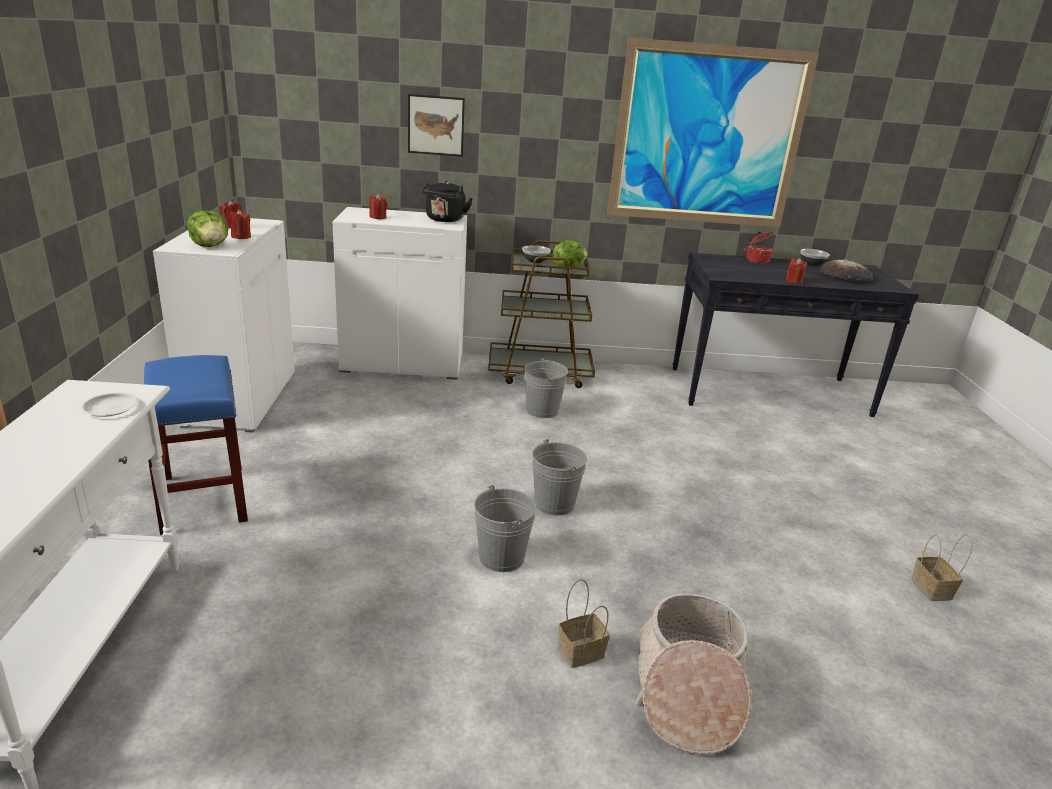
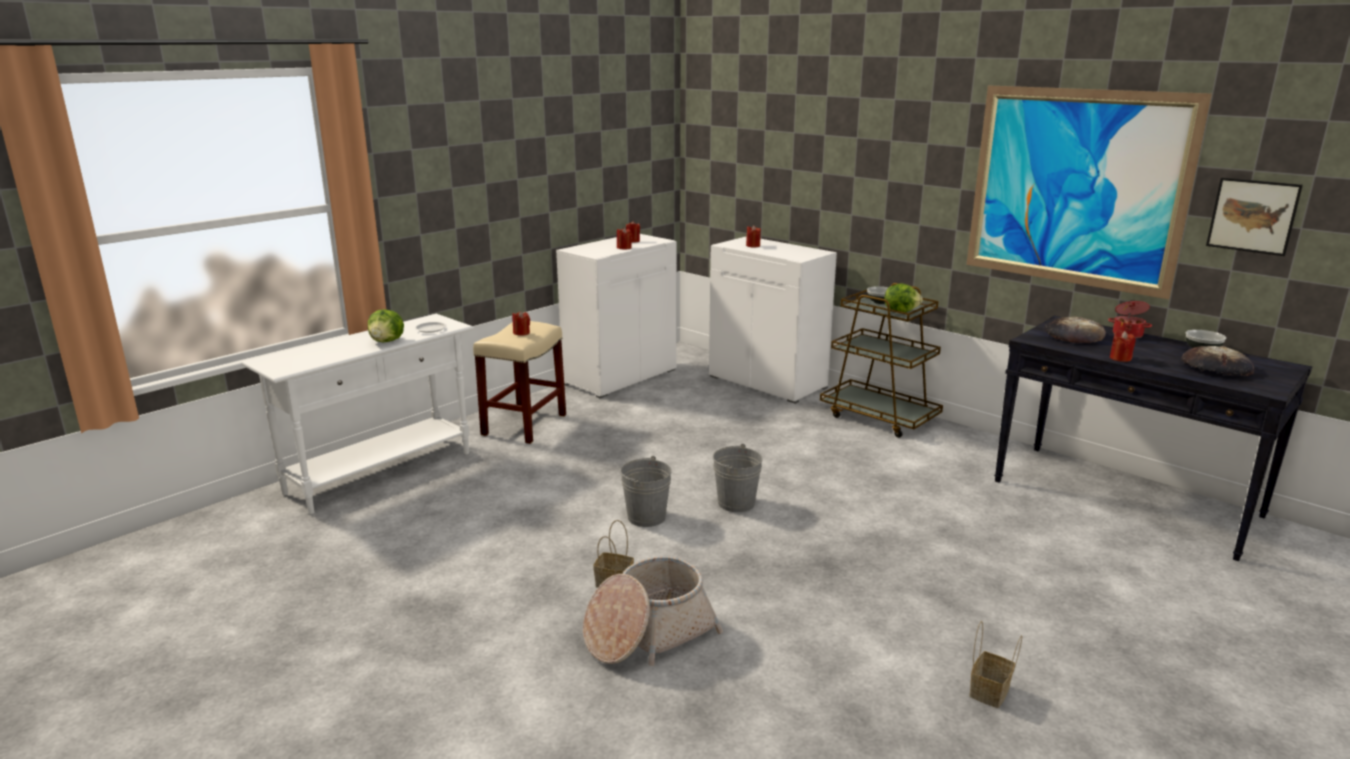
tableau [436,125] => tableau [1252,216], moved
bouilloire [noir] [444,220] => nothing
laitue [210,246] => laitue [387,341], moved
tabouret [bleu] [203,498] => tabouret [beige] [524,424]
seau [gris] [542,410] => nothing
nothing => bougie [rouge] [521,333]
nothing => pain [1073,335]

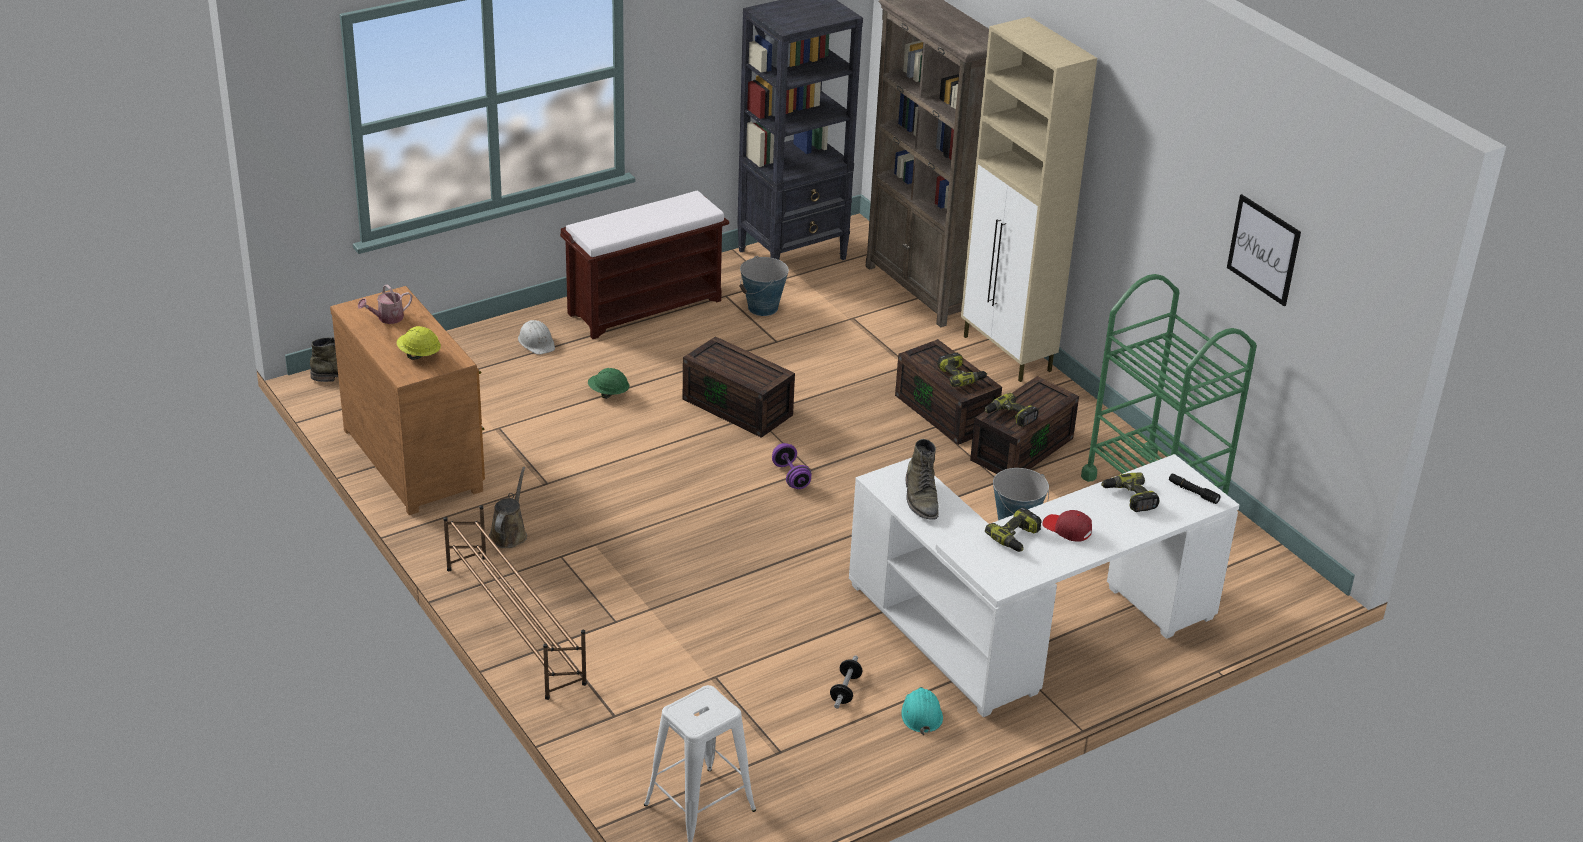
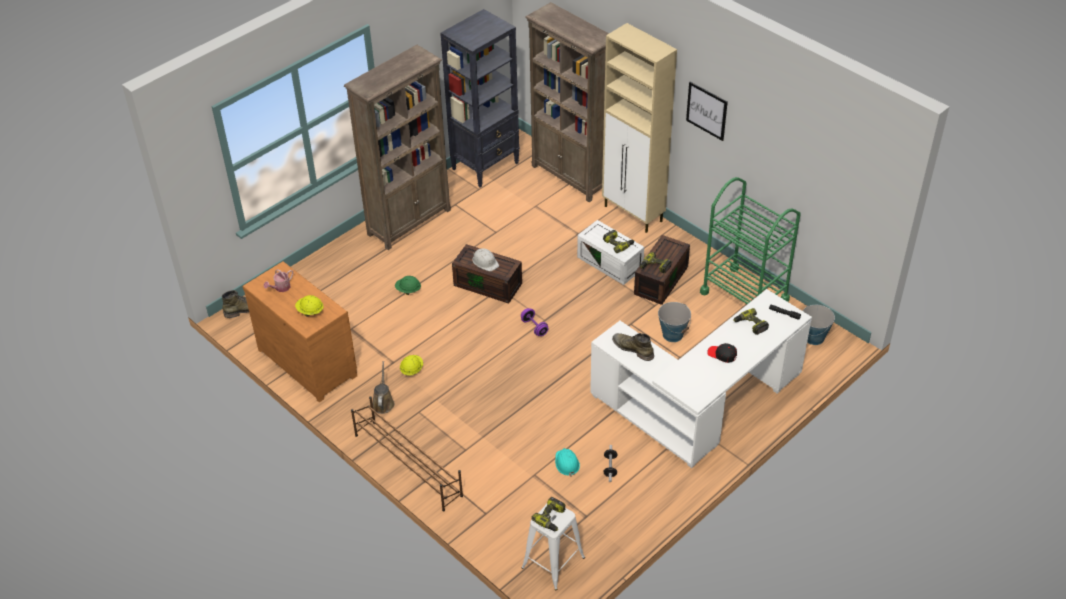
banc [marron] [646,306] => bibliothèque [marron] [409,222]
tableau [1263,249] => tableau [706,110], moved
seau [763,308] => seau [814,337], moved
casque de chantier [blanc] [536,342] => casque de chantier [blanc] [485,262], moved
boîte de rangement [marron] [948,412] => boîte de rangement [blanc] [611,263]
botte [vert] [921,498] => botte [vert] [633,348], 150 degrees clockwise
perceuse [1016,538] => perceuse [551,518], moved
casquette [rouge] [1067,529] => casquette [noir] [722,354]
casque de chantier [turquoise] [921,714] => casque de chantier [turquoise] [566,463], moved
nothing => casque de chantier [jaune] [411,370]

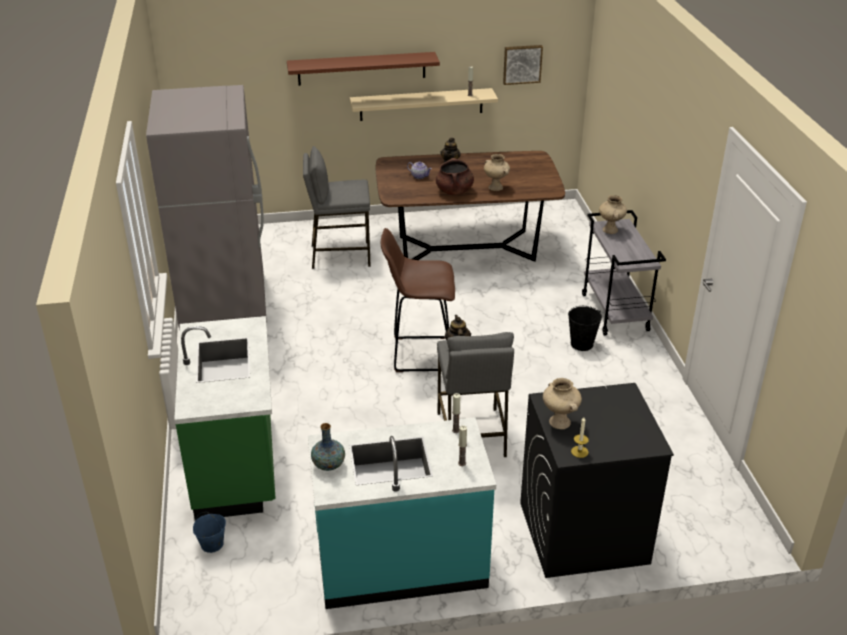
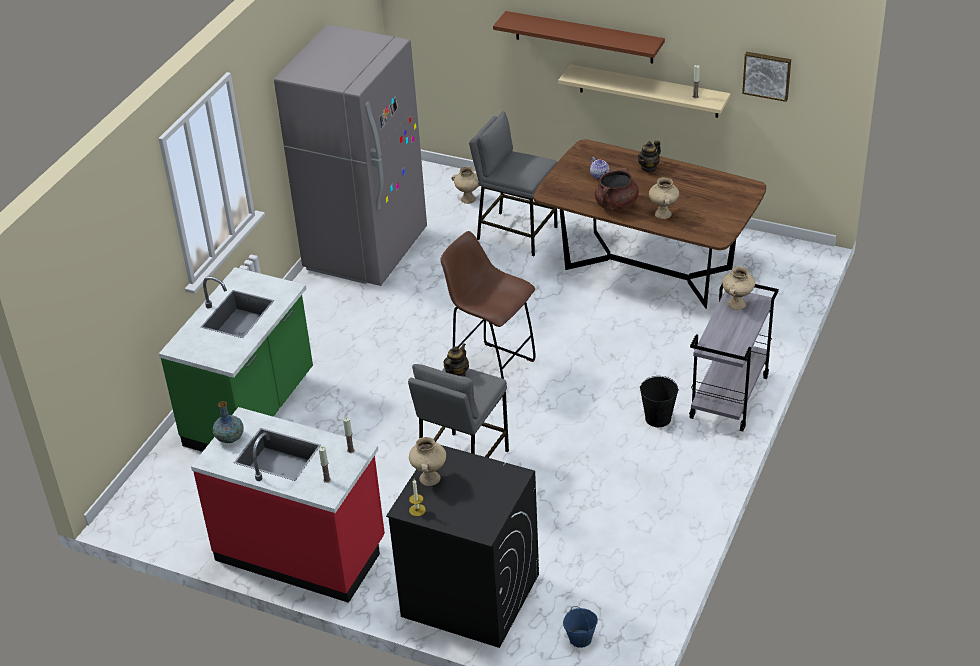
comptoir de cuisine [turquoise] [401,562] => comptoir de cuisine [rouge] [301,550]
seau [bleu] [212,544] => seau [bleu] [580,639], moved
nothing => vase [beige] [468,199]

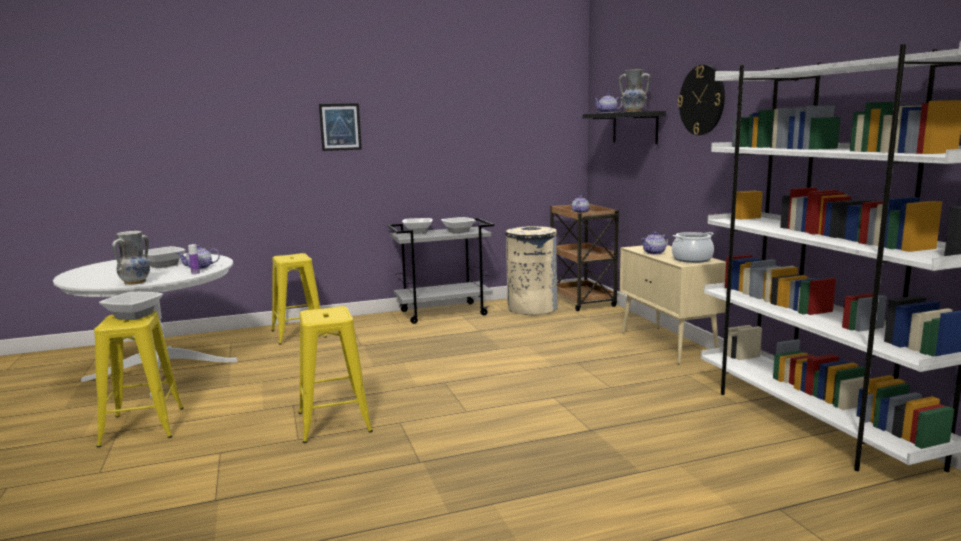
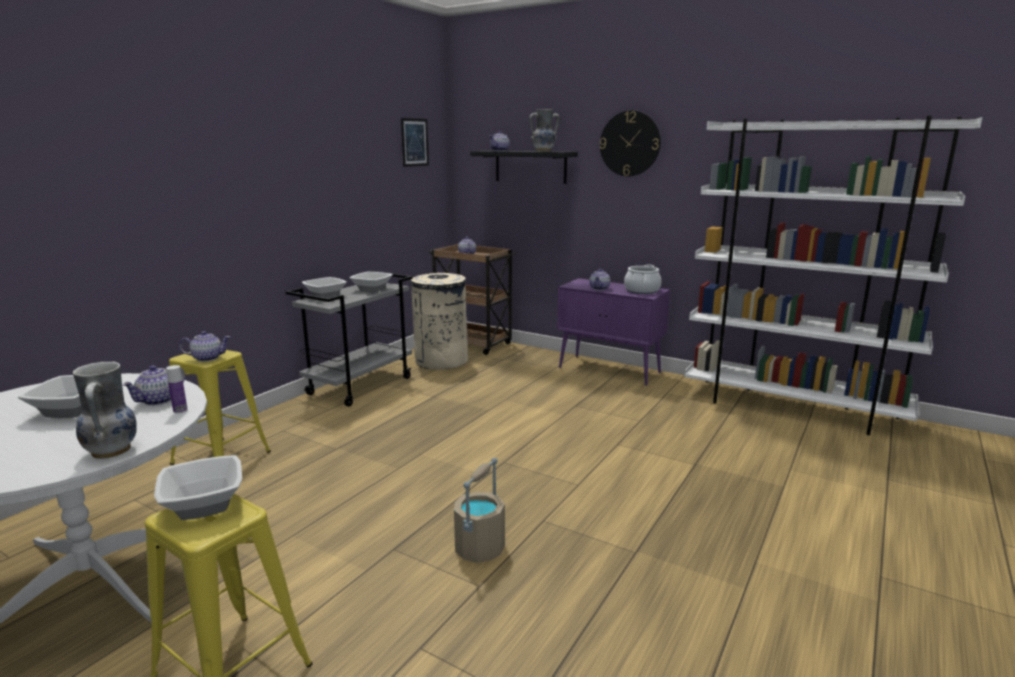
tableau [340,127] => tableau [414,142], moved
meuble de rangement [beige] [668,345] => meuble de rangement [violet] [610,370]
tabouret [jaune] [334,422] => seau [beige] [479,548]
nothing => théière [207,358]

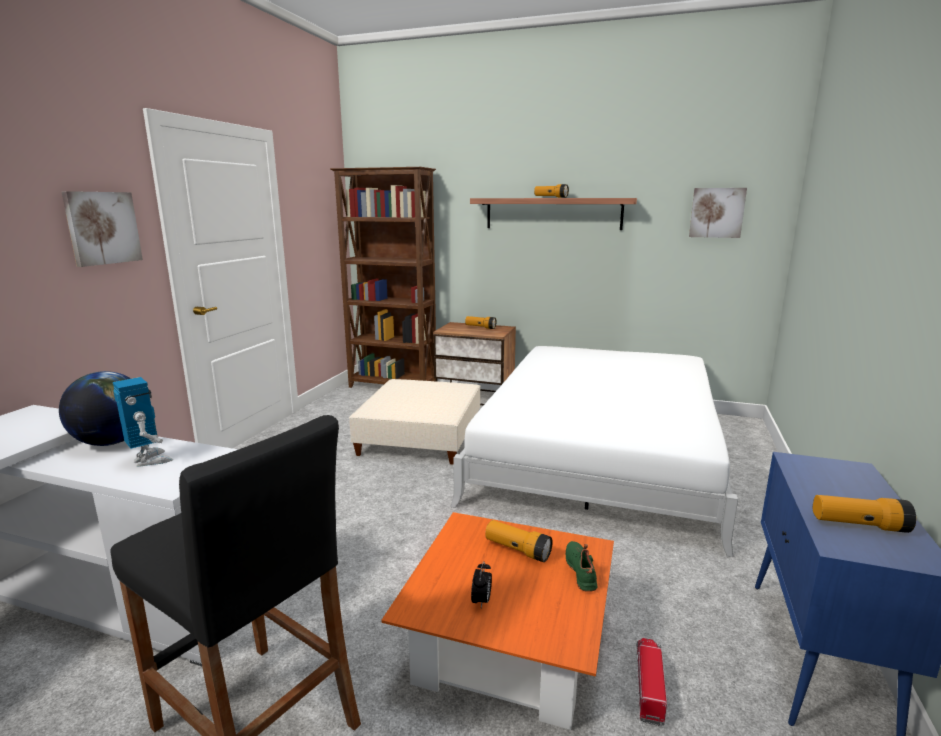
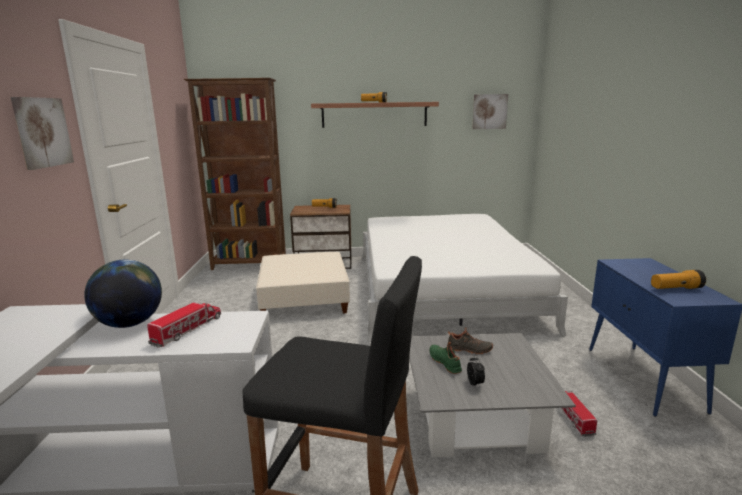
robot jouet [149,460] => camion jouet [188,330]
table basse [orange] [508,646] => table basse [gris] [475,418]
lampe de poche [517,550] => chaussure [noir] [469,350]
chaussure [vert] [582,571] => chaussure [vert] [445,362], moved

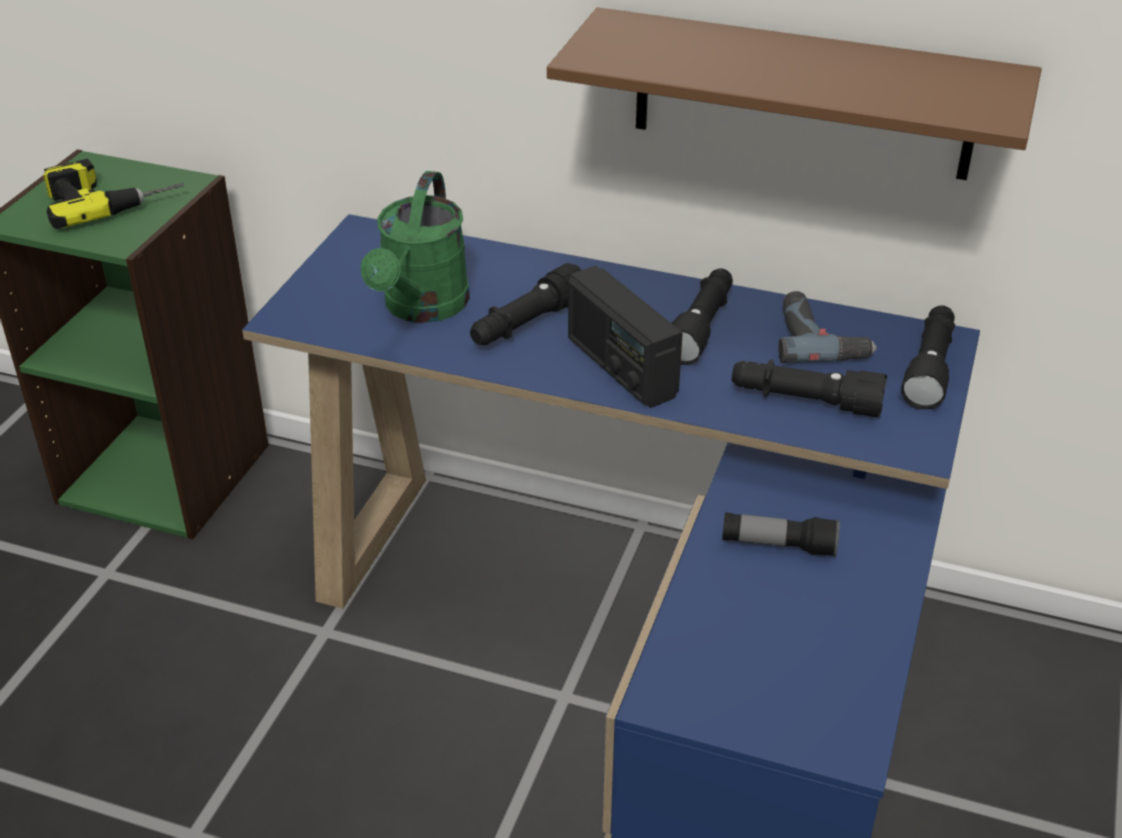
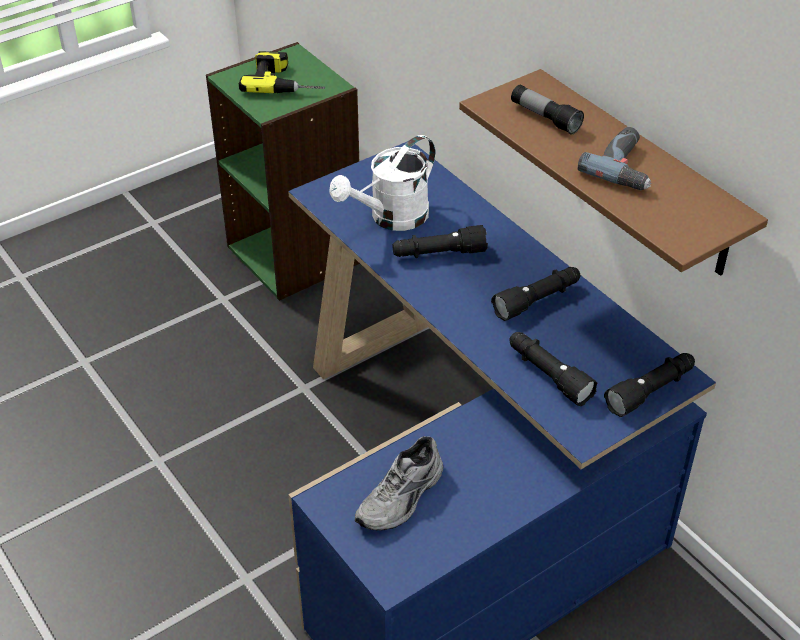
arrosoir [vert] [422,308] => arrosoir [blanc] [391,218]
radio [620,367] => nothing
perceuse [819,338] => perceuse [626,167], moved
lampe de poche [778,545] => lampe de poche [545,118], moved
nothing => chaussure [gris] [402,498]

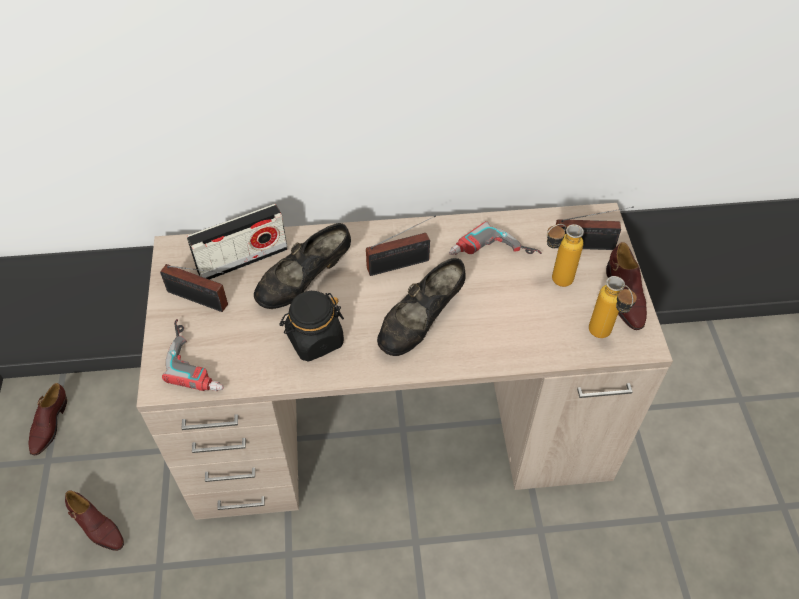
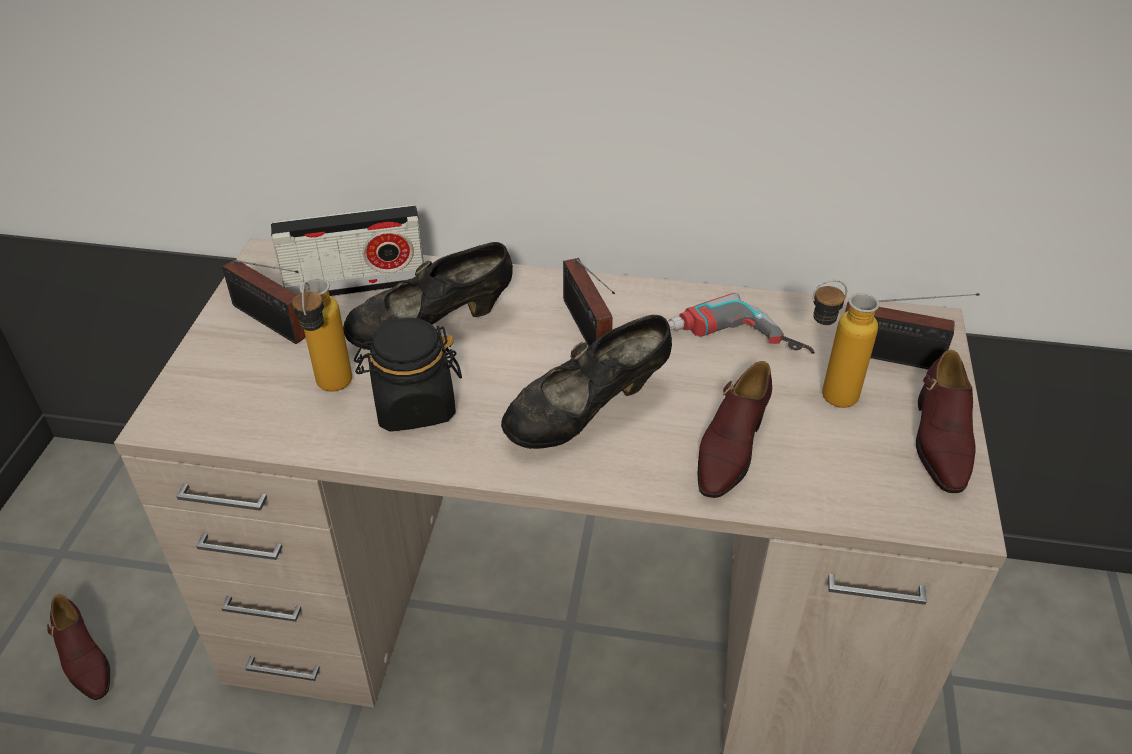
radio [401,264] => radio [587,331], 75 degrees clockwise
bouteille [603,337] => bouteille [332,391], moved
perceuse [199,359] => nothing
chaussure [marron] [49,425] => chaussure [marron] [730,447], moved

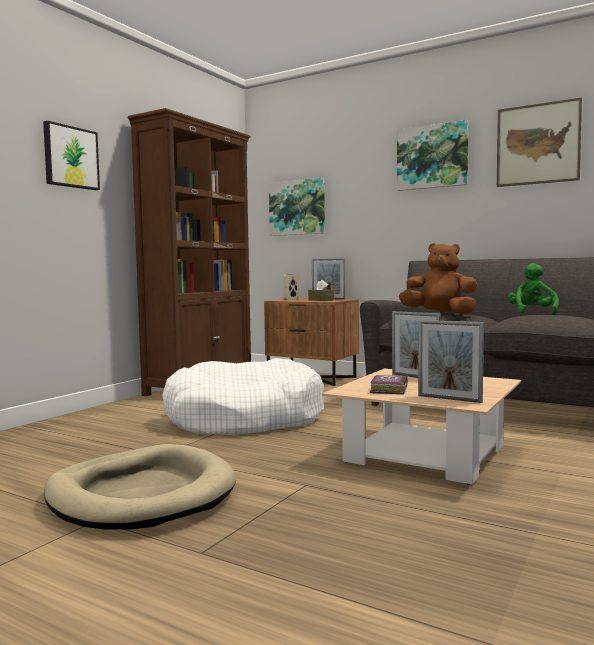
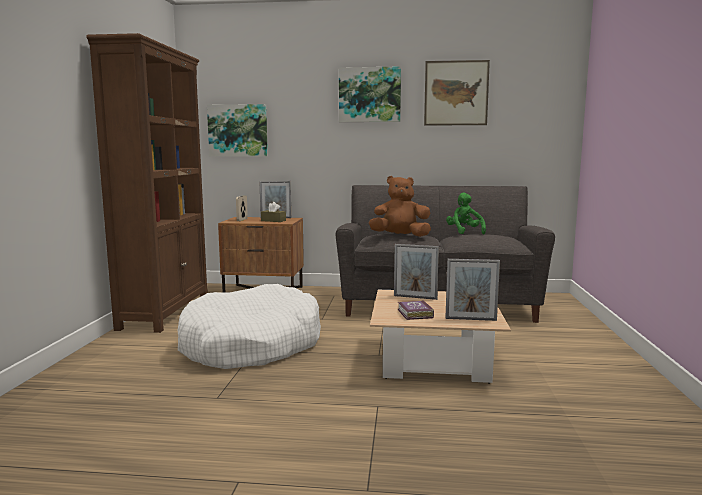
tableau [70,157] => nothing
panier pour chien [beige] [141,494] => nothing

